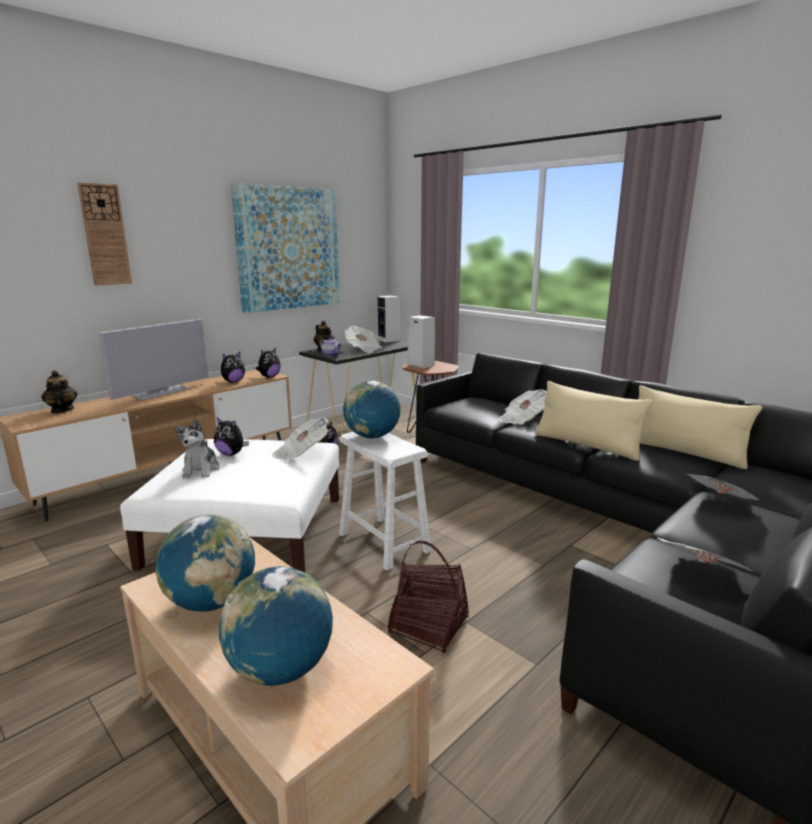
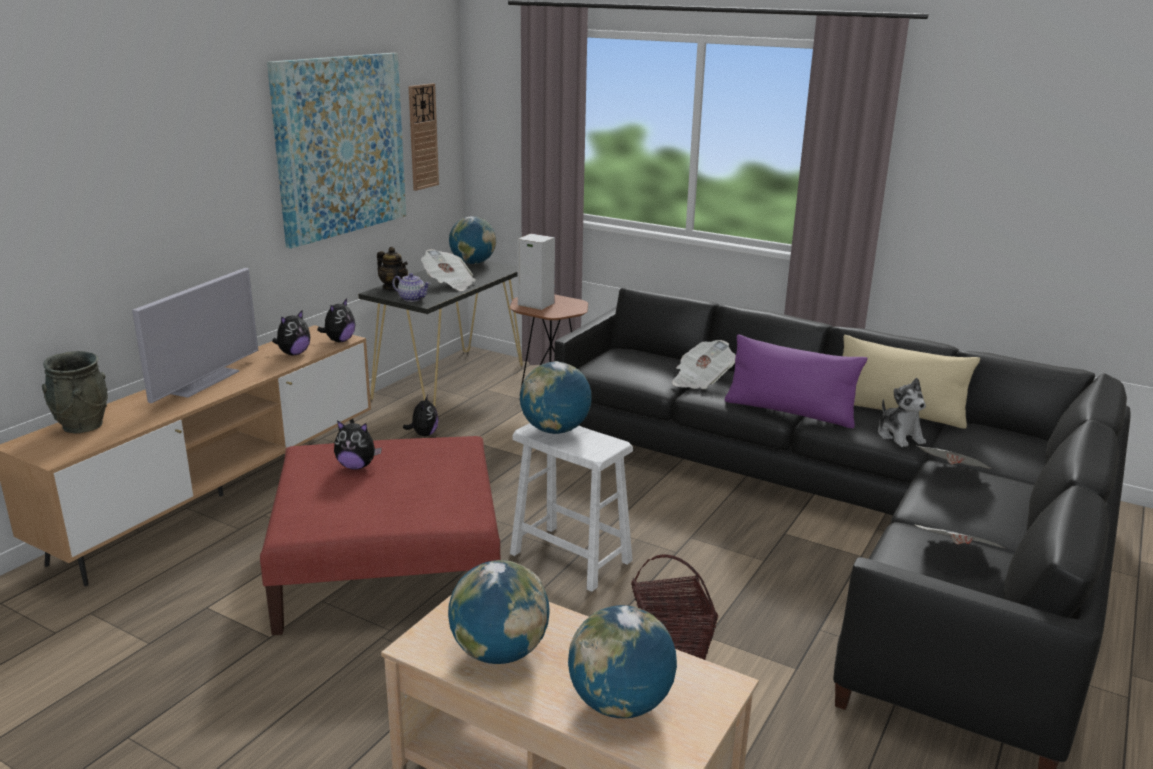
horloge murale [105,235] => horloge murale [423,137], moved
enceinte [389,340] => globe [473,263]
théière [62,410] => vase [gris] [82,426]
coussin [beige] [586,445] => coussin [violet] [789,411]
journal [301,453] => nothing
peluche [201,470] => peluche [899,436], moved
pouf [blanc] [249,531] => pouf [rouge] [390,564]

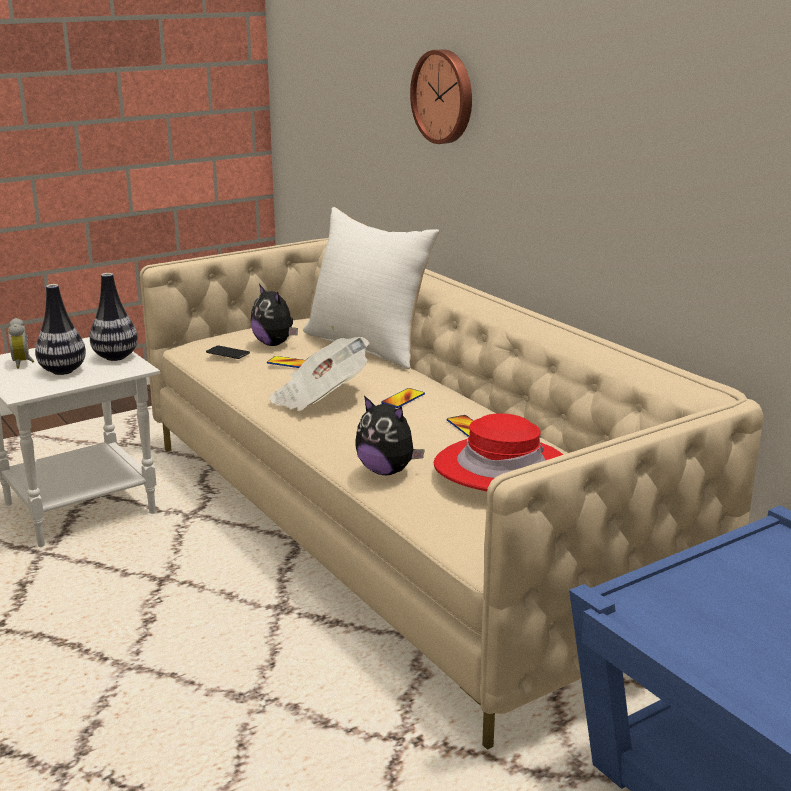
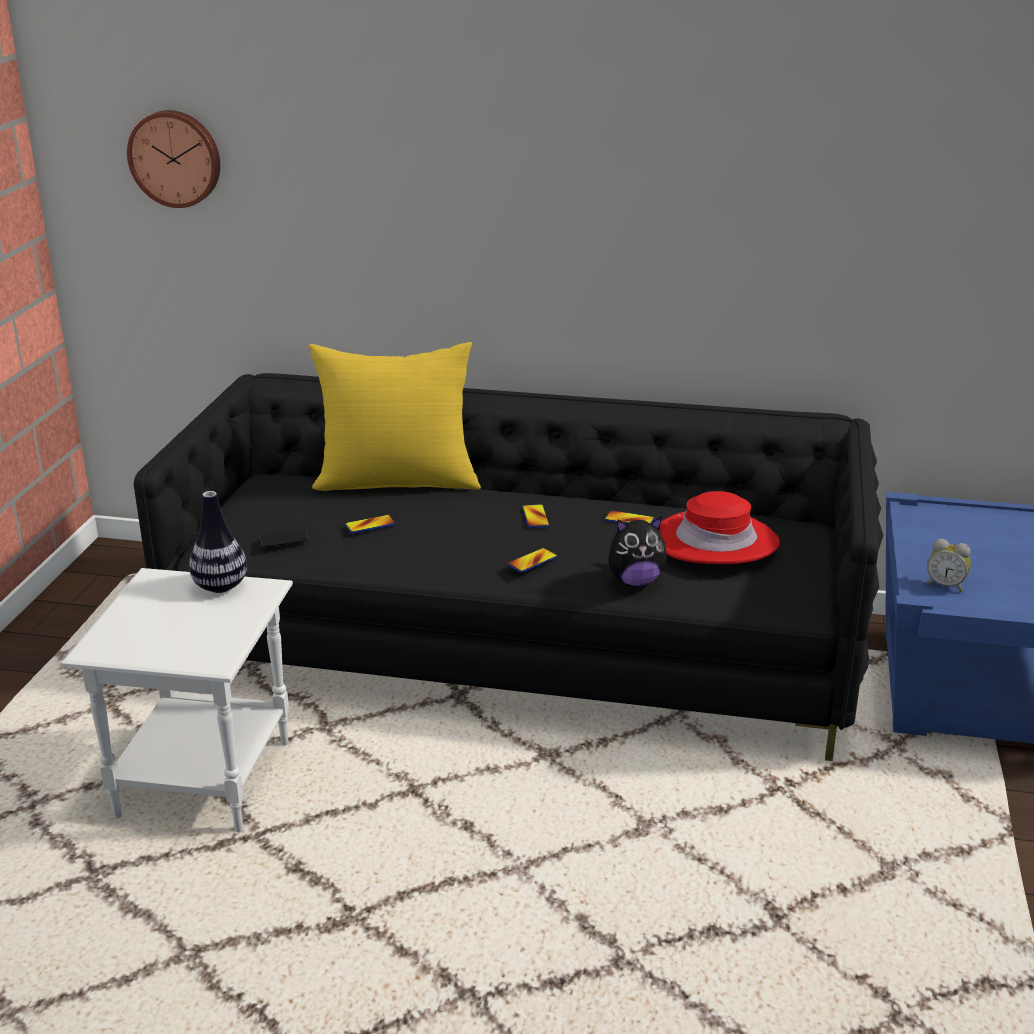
horloge murale [444,96] => horloge murale [176,158], moved
coussin [blanc] [369,345] => coussin [jaune] [398,480]
canapé [beige] [396,533] => canapé [noir] [518,651]
vase [62,371] => nothing
peluche [275,344] => nothing
réveil [23,363] => réveil [945,585], moved
journal [319,398] => nothing
nothing => téléphone [532,561]

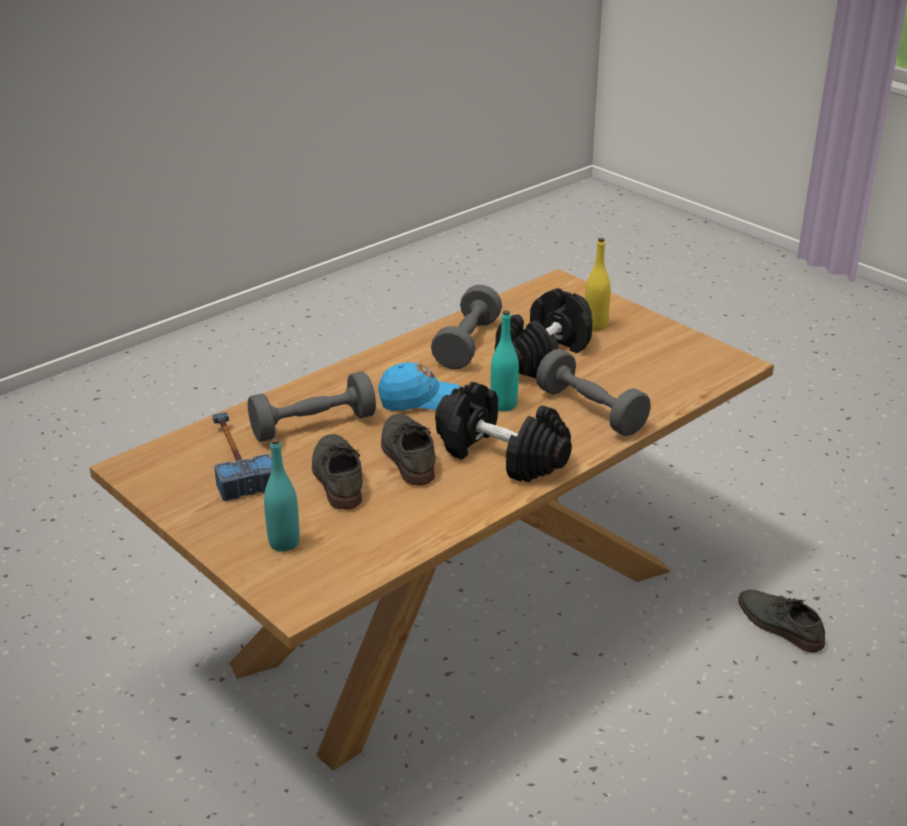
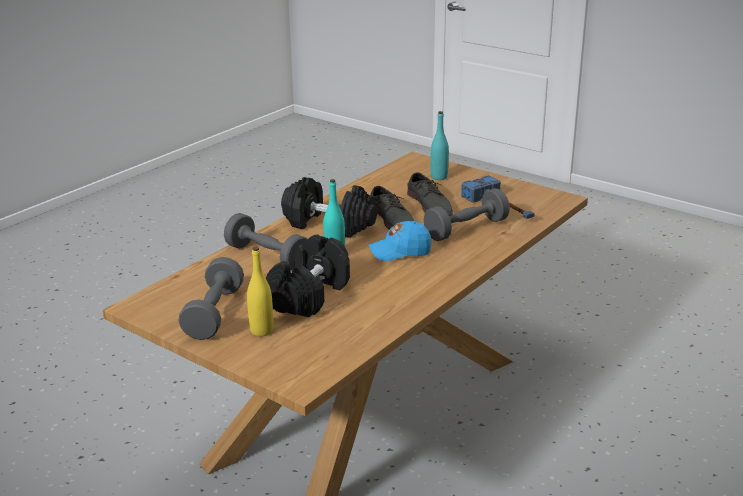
haltère [gris] [467,344] => haltère [gris] [214,313], moved
chaussure [gris] [779,625] => nothing

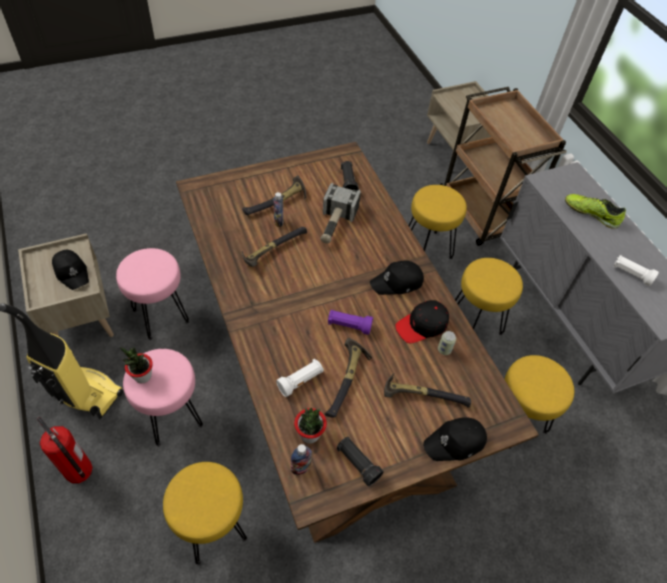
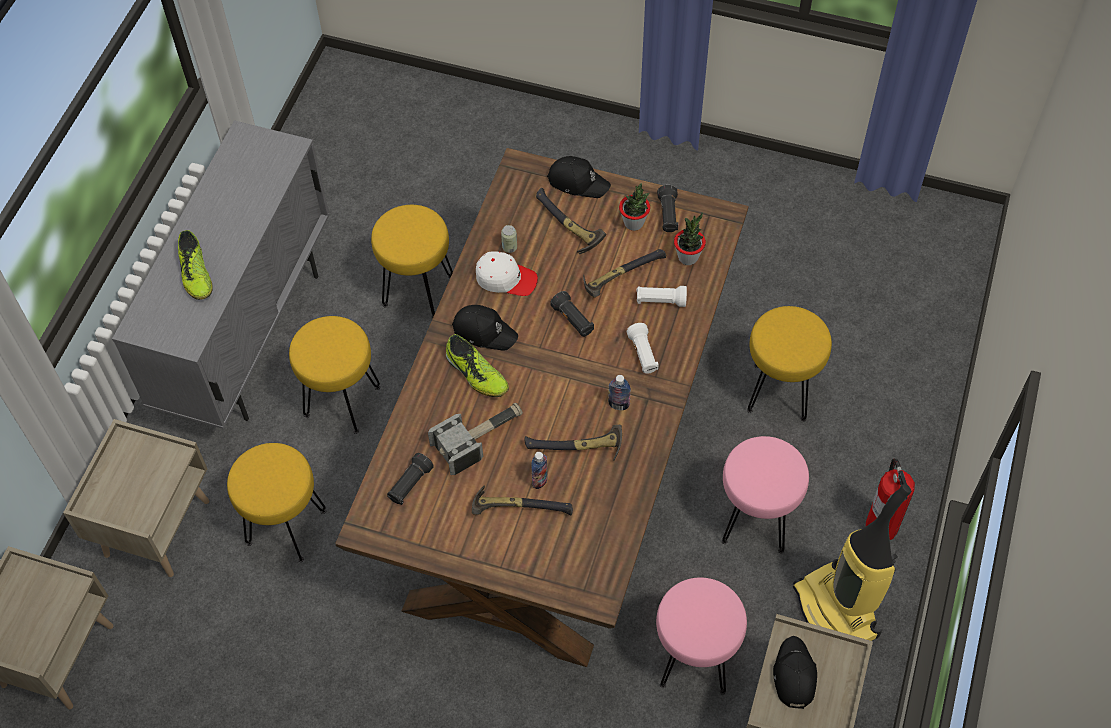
chariot [marron] [482,214] => table de chevet [beige] [156,527]
lampe de poche [blanc] [631,274] => lampe de poche [blanc] [643,354], moved
casquette [noir] [422,325] => casquette [blanc] [506,278]
lampe de poche [violet] [349,326] => lampe de poche [noir] [573,320]
plante en pot [142,376] => plante en pot [634,223], moved
bouteille [300,468] => bouteille [618,405], moved
nothing => chaussure [476,374]

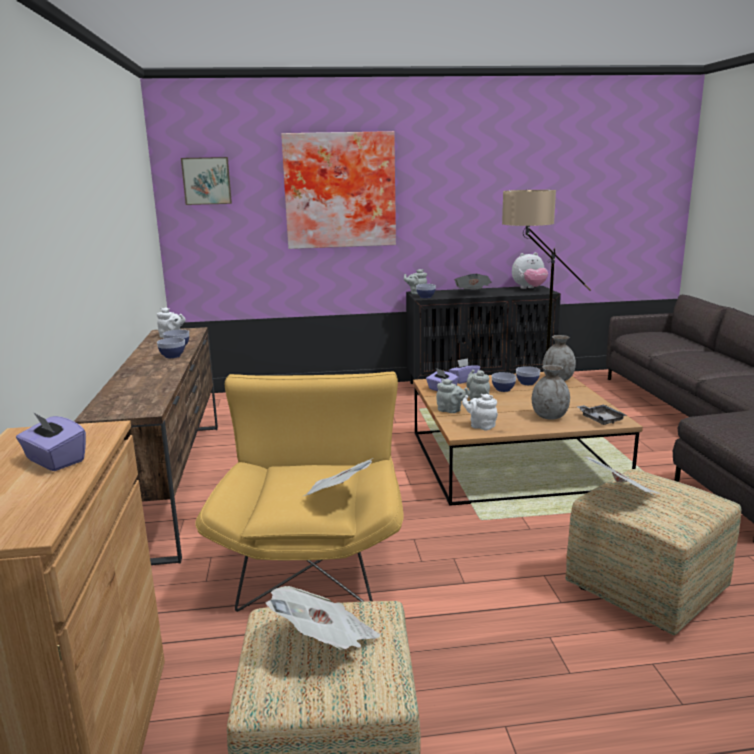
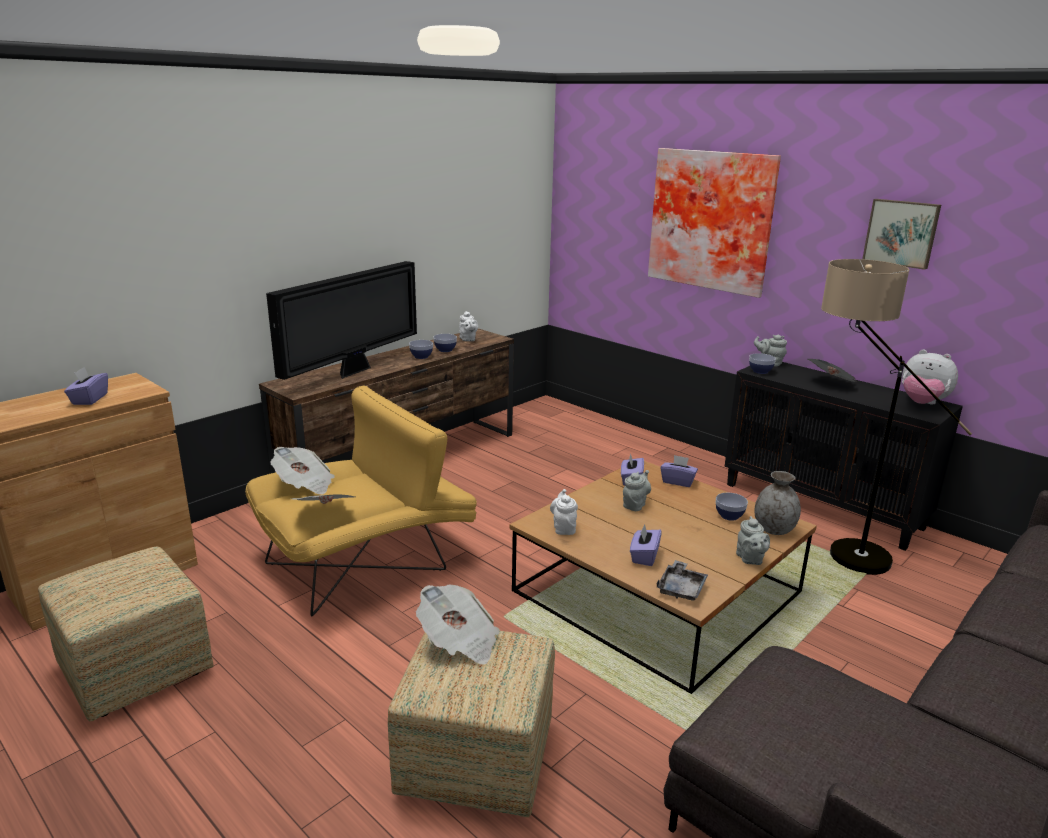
tableau [207,181] => tableau [901,233], moved
vase [gris] [550,416] => boîte à mouchoirs [violet] [644,556]
bol [503,389] => nothing
théière [gris] [451,411] => théière [gris] [750,559], moved
journal [325,641] => journal [305,484], moved
nothing => téléviseur [354,371]

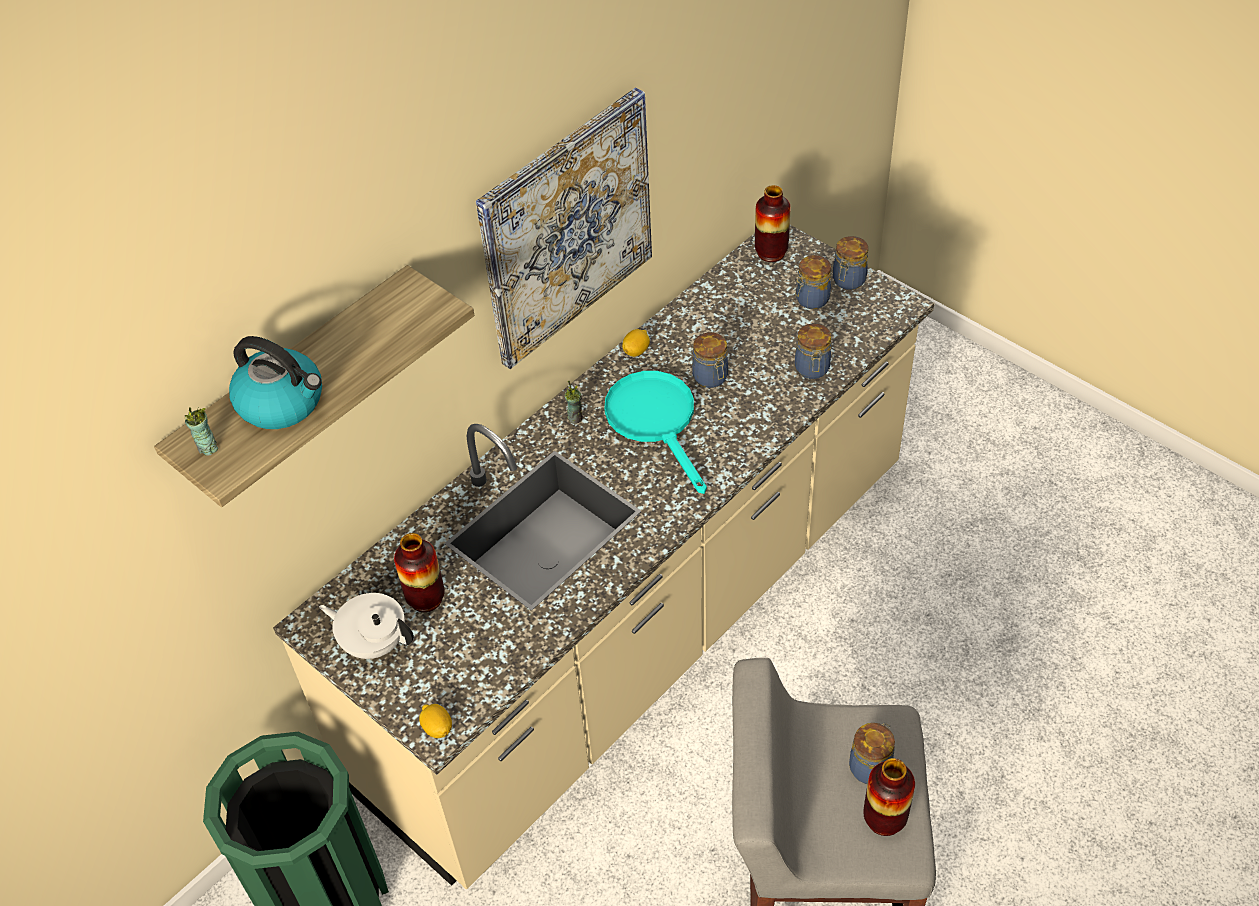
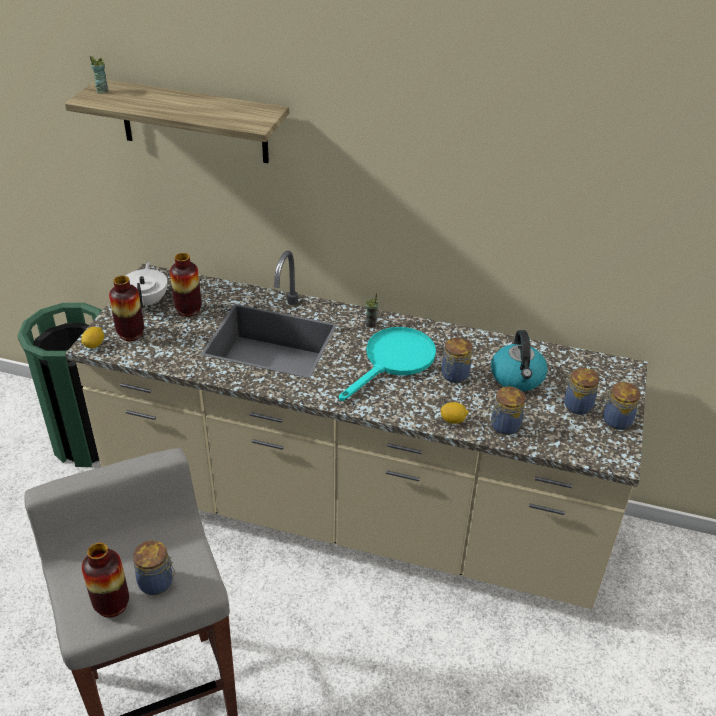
tableau [566,228] => nothing
vase [771,252] => vase [131,334], moved
citron [636,351] => citron [453,420], moved
bouilloire [283,402] => bouilloire [517,378], moved

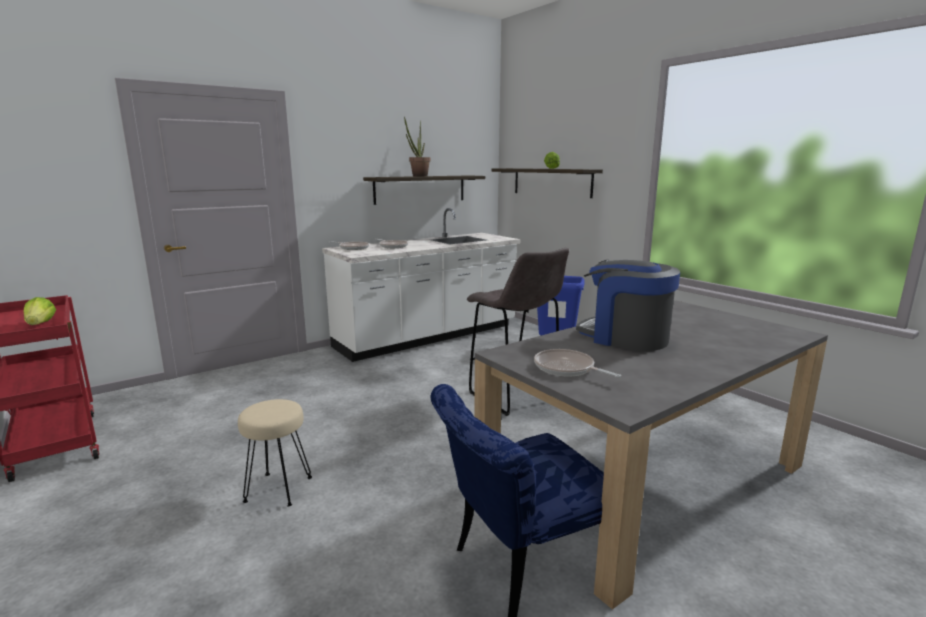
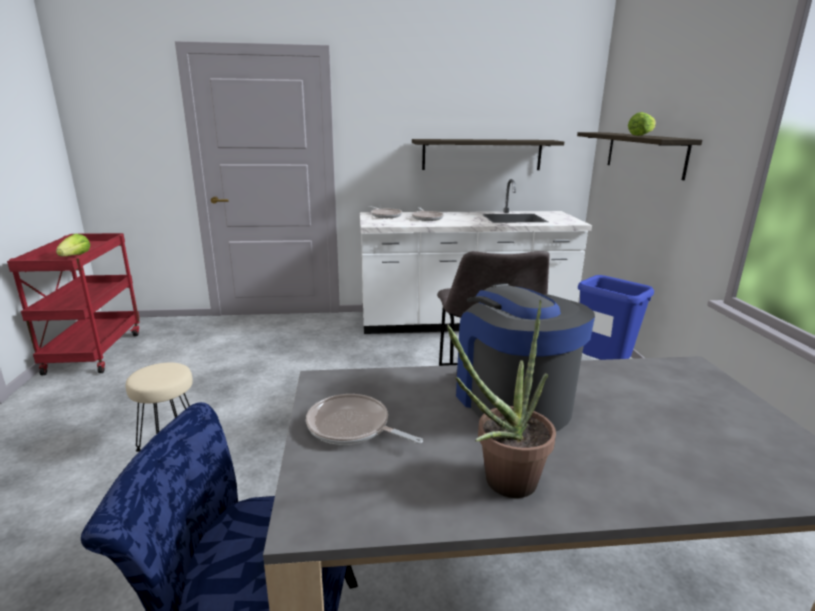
plante en pot [418,176] => plante en pot [501,485], moved
poêle [567,369] => poêle [352,427], 45 degrees counterclockwise

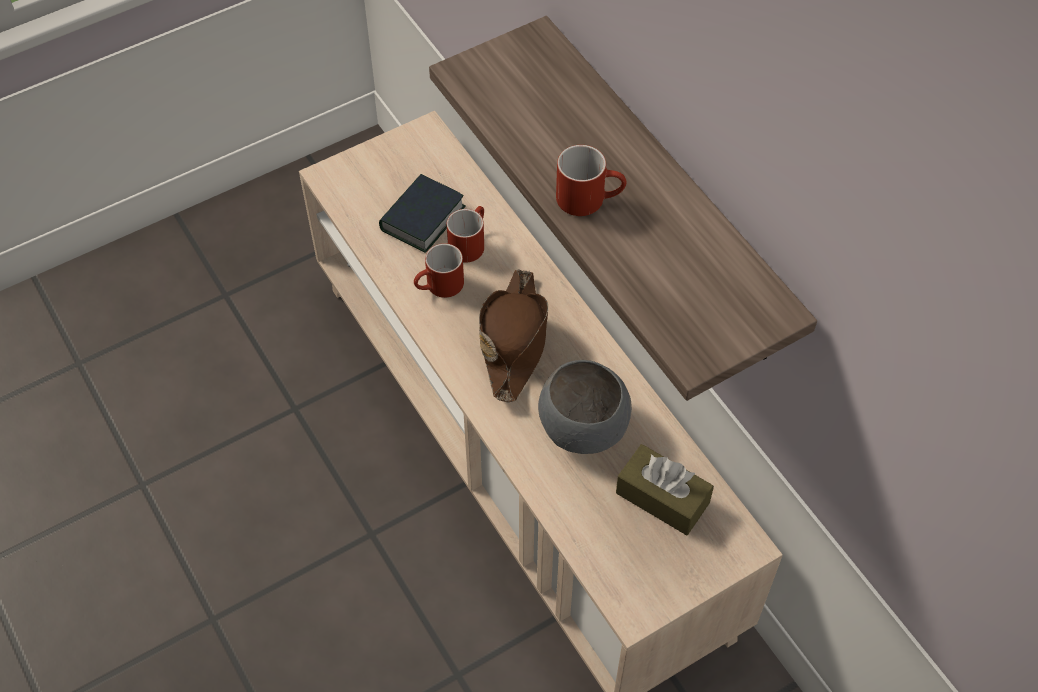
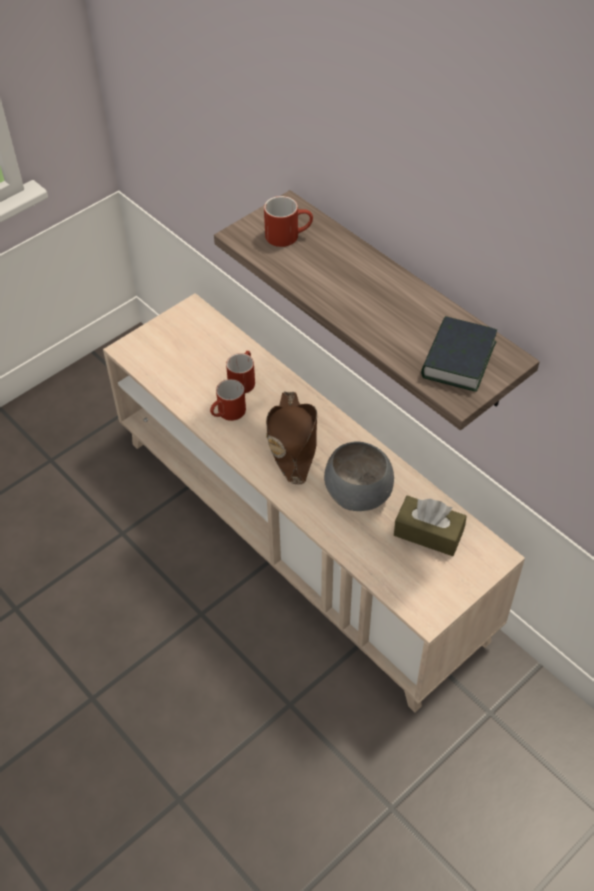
mug [rouge] [589,198] => mug [rouge] [288,235], moved
livre [422,218] => livre [458,360], moved

